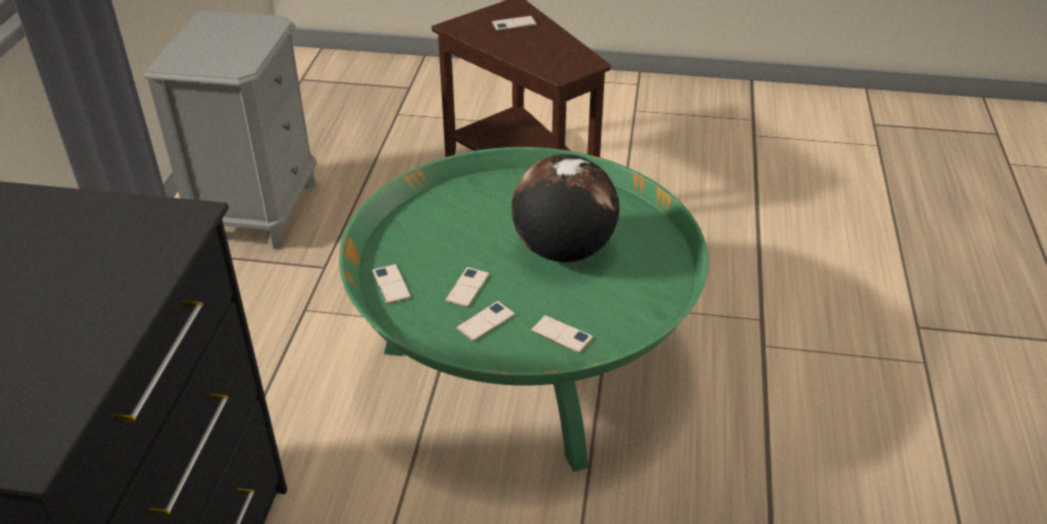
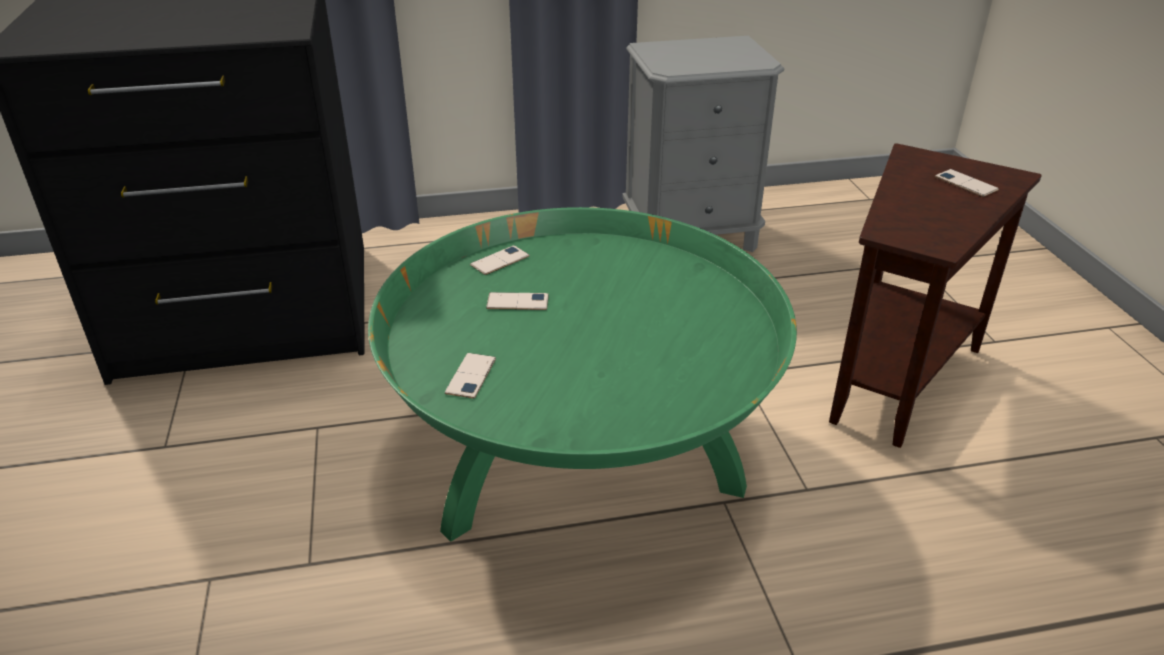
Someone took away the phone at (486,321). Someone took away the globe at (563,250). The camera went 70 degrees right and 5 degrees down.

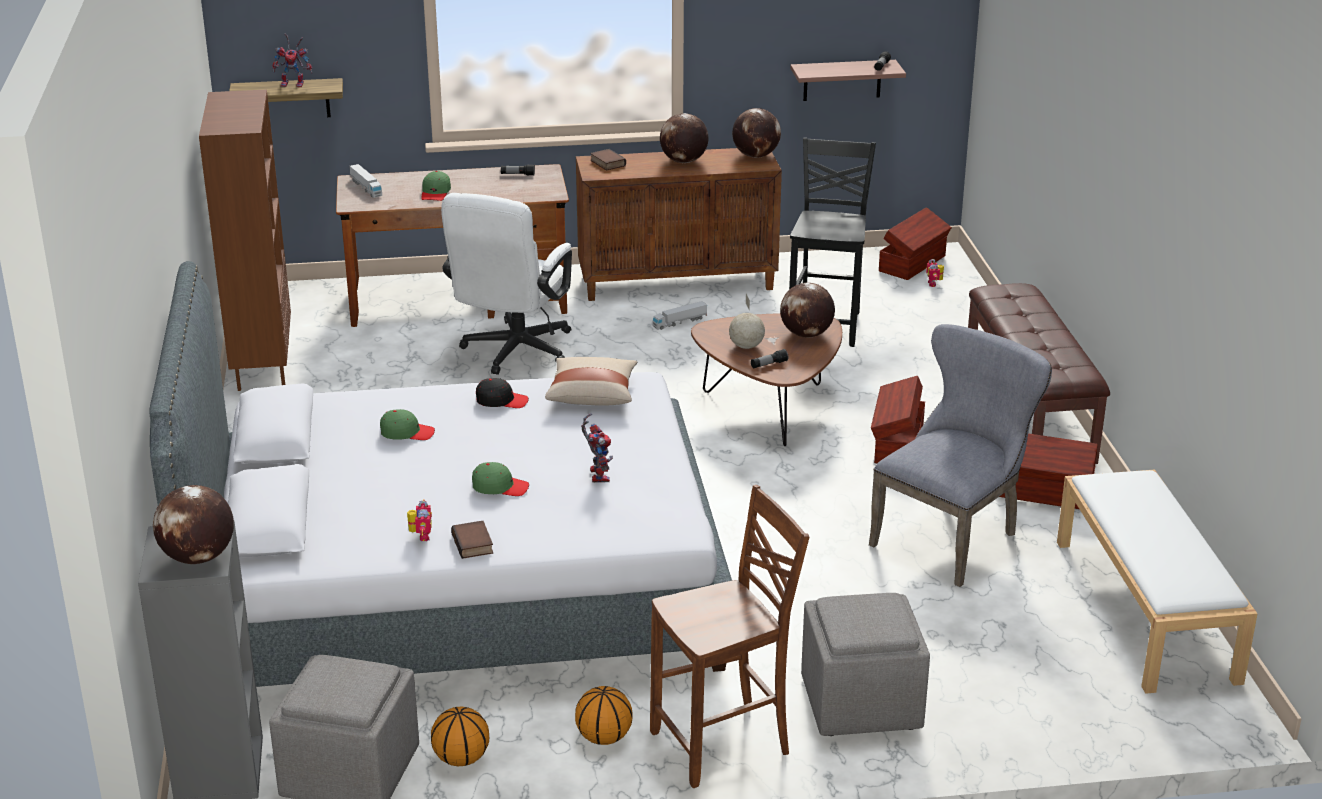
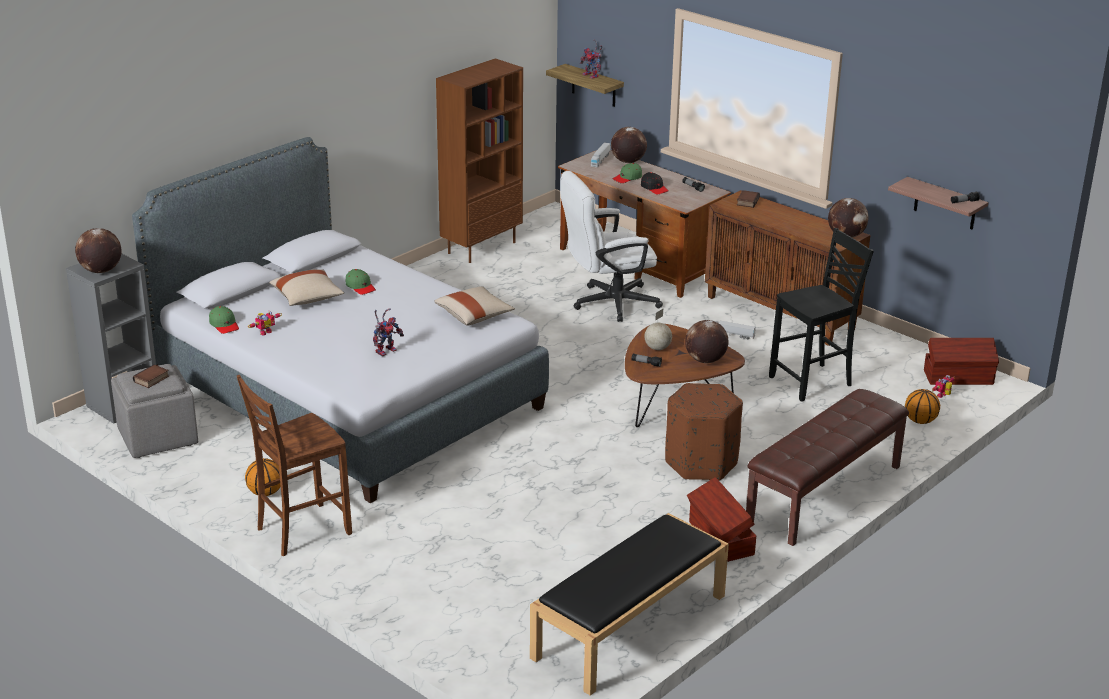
Someone took away the grey ottoman at (860,704). Someone took away the grey chair at (952,537). Someone put down the beige pillow at (307,298). Someone carried the basketball from (462,759) to (920,421). Someone carried the book from (474,544) to (151,379). Someone carried the green cap from (500,487) to (224,325). Someone carried the black cap from (501,401) to (654,188). Someone carried the globe from (683,161) to (628,162). Someone swapped the brown storage box at (897,444) for the brown ottoman at (700,463). Someone repainted the white bench at (1146,610), which became the black bench at (629,627). Someone rotated the brown chair at (724,745) by 120 degrees clockwise. The camera went 50 degrees right and 0 degrees up.

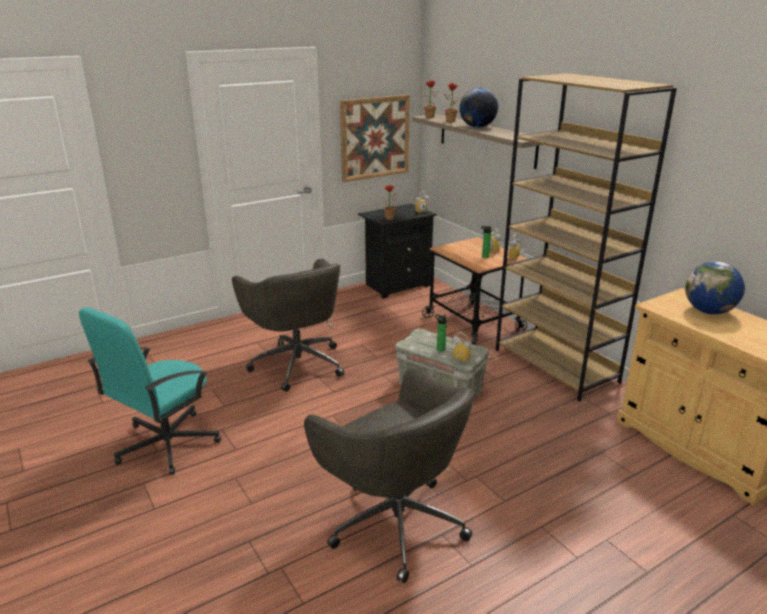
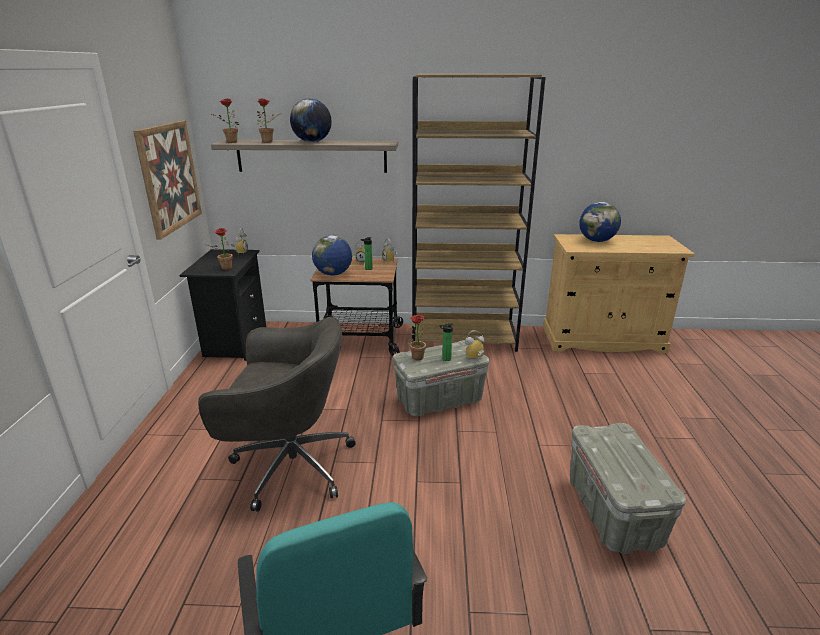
Someone put down the globe at (333,274). Someone put down the potted plant at (416,356). Someone swapped the grey office chair at (394,521) for the grey storage box at (613,512). The camera went 55 degrees left and 0 degrees up.

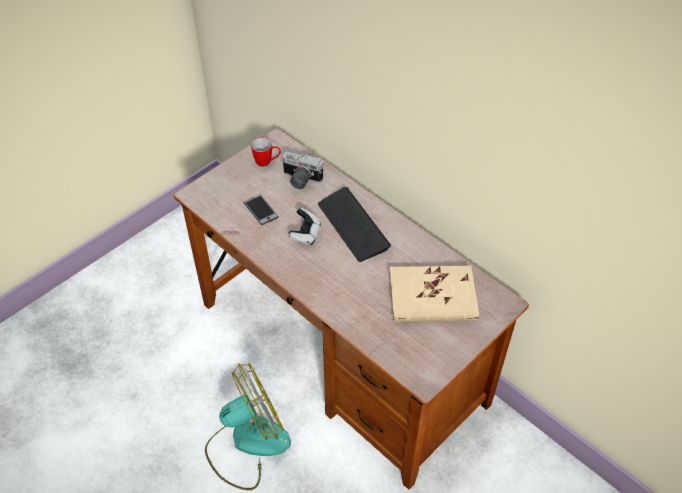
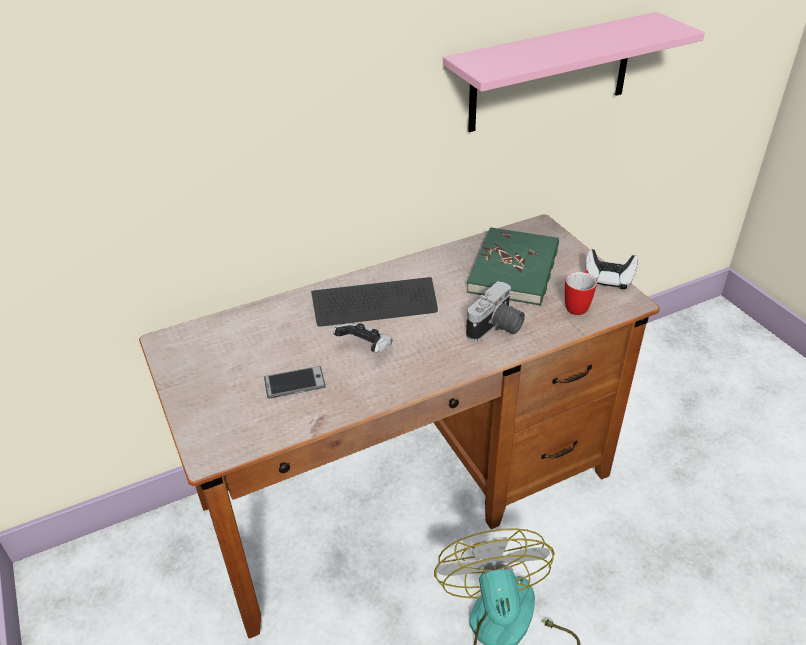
Someone put up the pink shelf at (551,73). Someone put down the game controller at (608,279). Someone carried the mug from (267,162) to (578,305). Someone carried the photo camera from (300,180) to (496,328). Someone repainted the beige book at (432,297), which became the green book at (514,270). The camera went 70 degrees left and 10 degrees down.

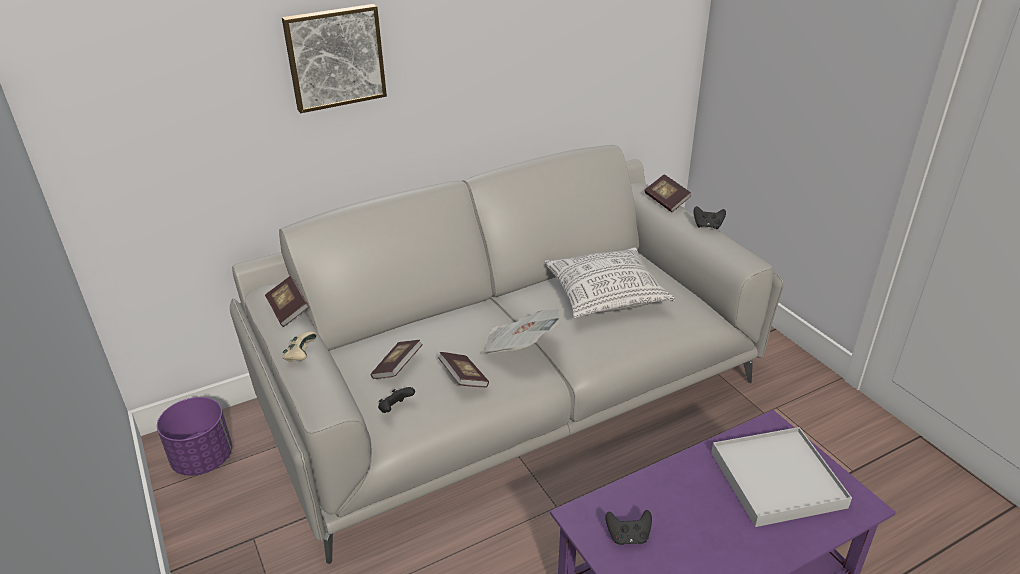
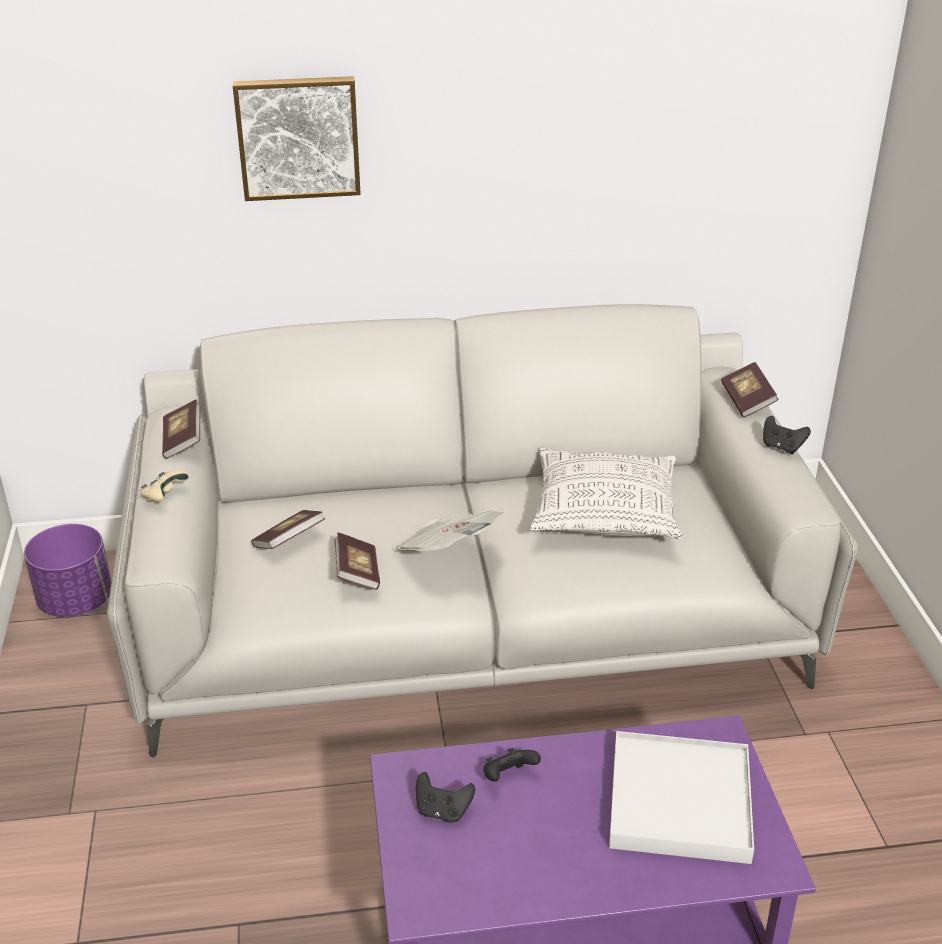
Someone carried the black game controller from (395,409) to (508,777). The camera went 20 degrees right and 0 degrees up.

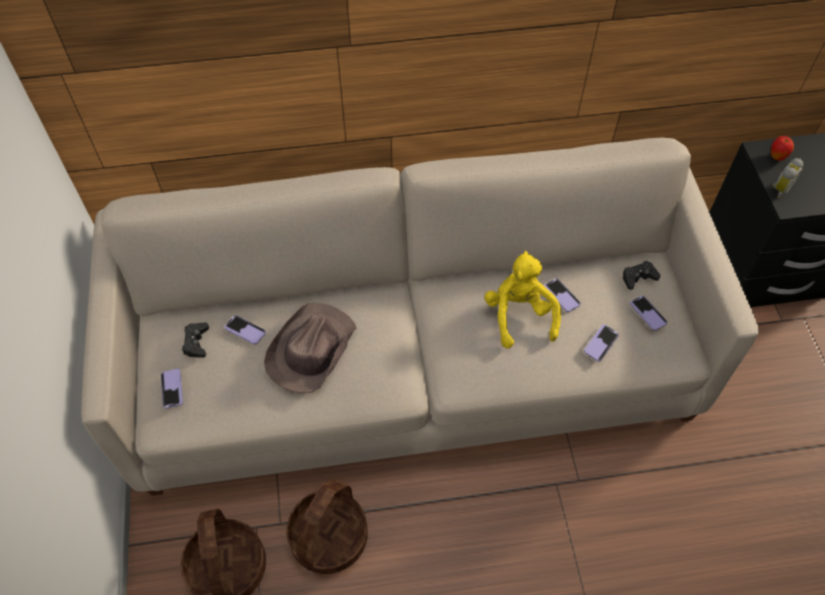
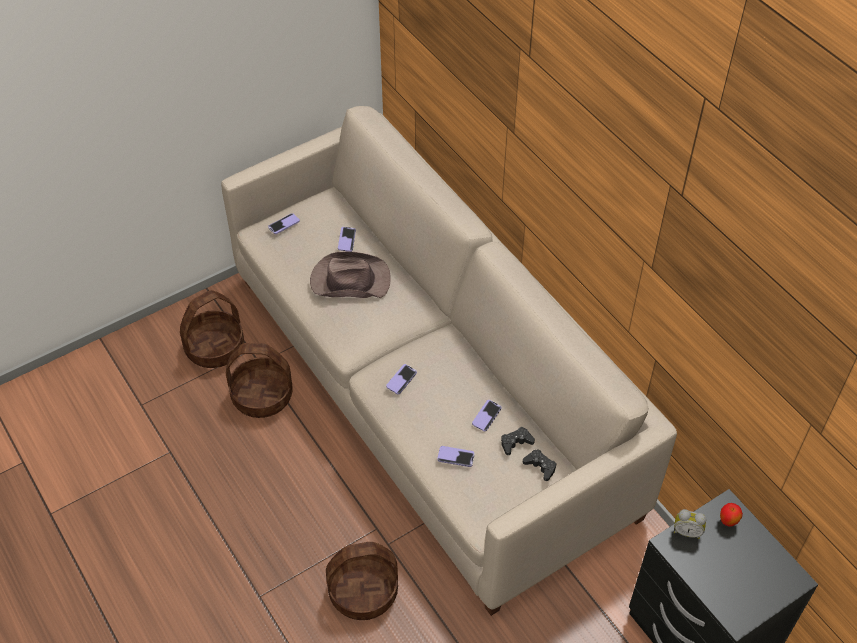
Someone took away the yellow plush toy at (519,315). Someone put down the basket at (364,591). Someone carried the black game controller from (196,342) to (516,443). Someone carried the phone from (648,313) to (401,380). The camera went 65 degrees right and 5 degrees down.

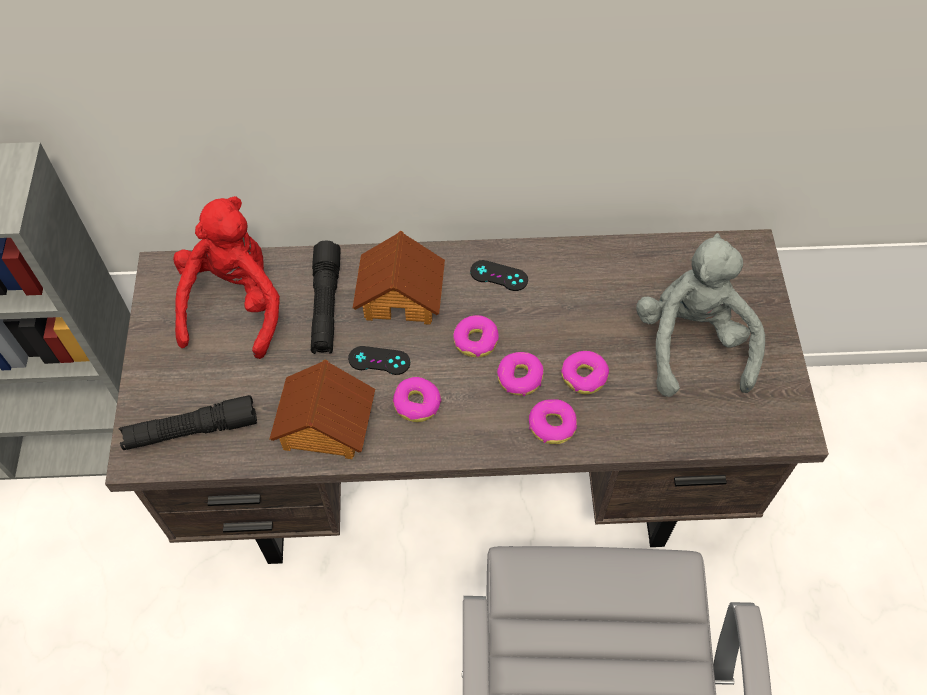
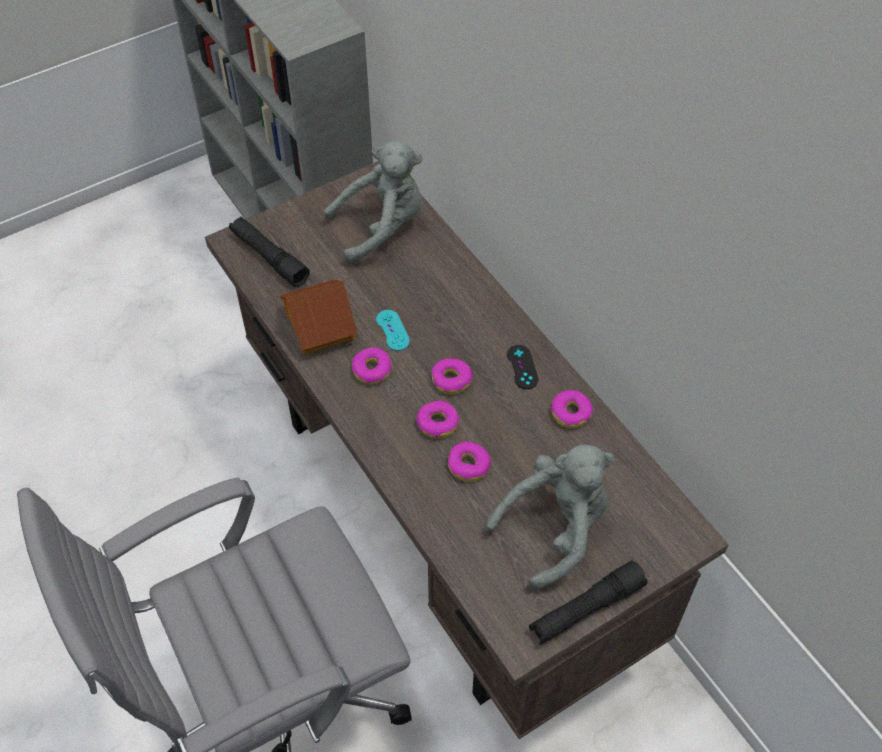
Someone took away the toy house at (401,295). Someone carried the black flashlight from (326,305) to (586,609). Someone carried the donut from (552,425) to (571,413). Someone repainted the red plush toy at (235,304), which became the grey plush toy at (382,227). Someone repainted the black game controller at (379,360), which became the turquoise game controller at (392,330). The camera went 60 degrees right and 5 degrees down.

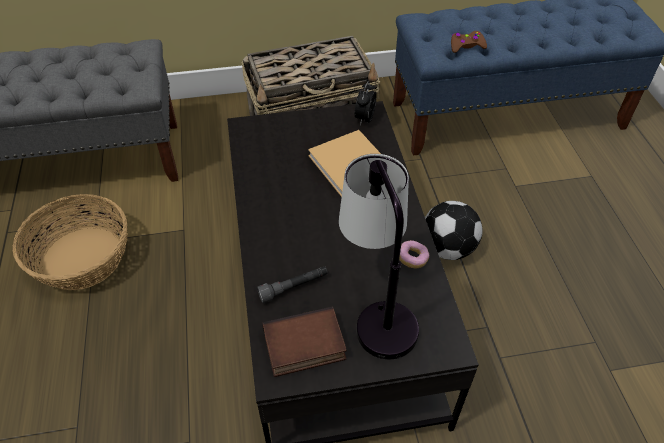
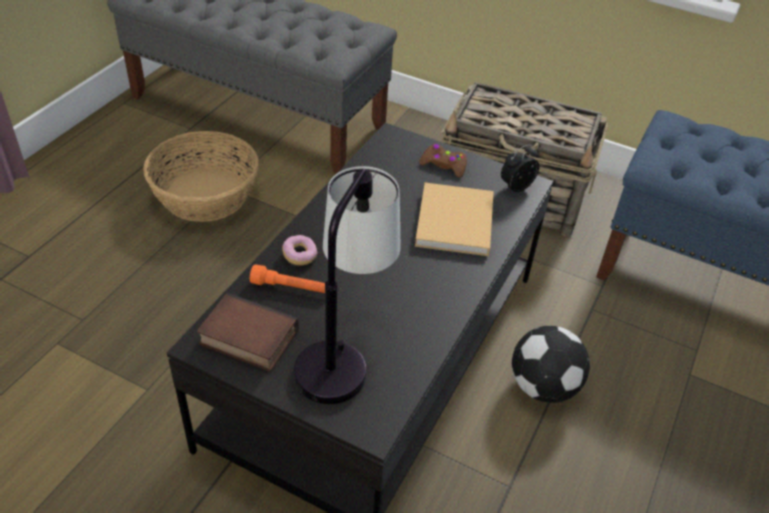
Someone carried the donut from (412,259) to (300,256). Someone carried the brown game controller from (466,46) to (444,165). Someone repainted the grey flashlight at (294,287), which became the orange flashlight at (290,288). The camera went 35 degrees right and 5 degrees down.

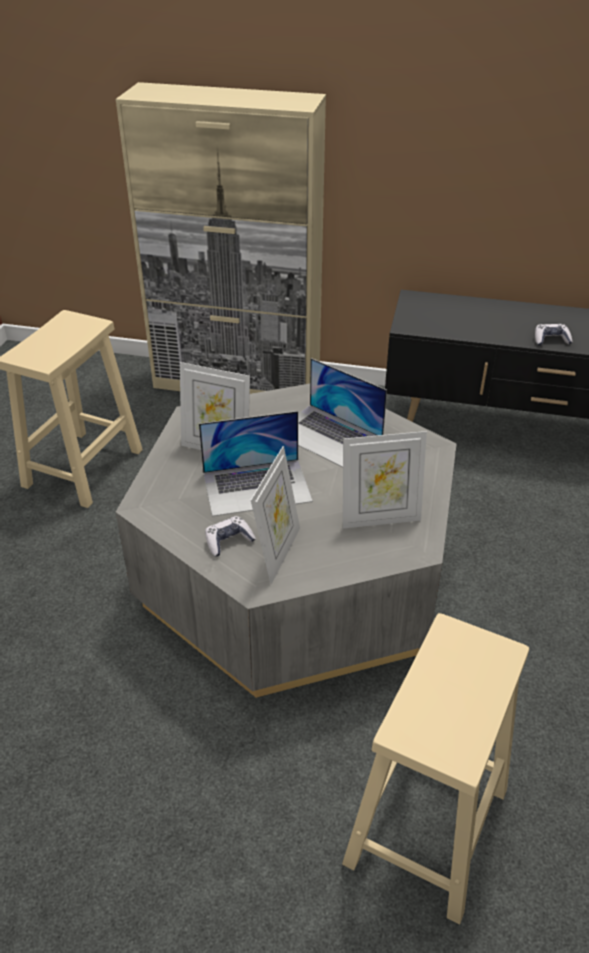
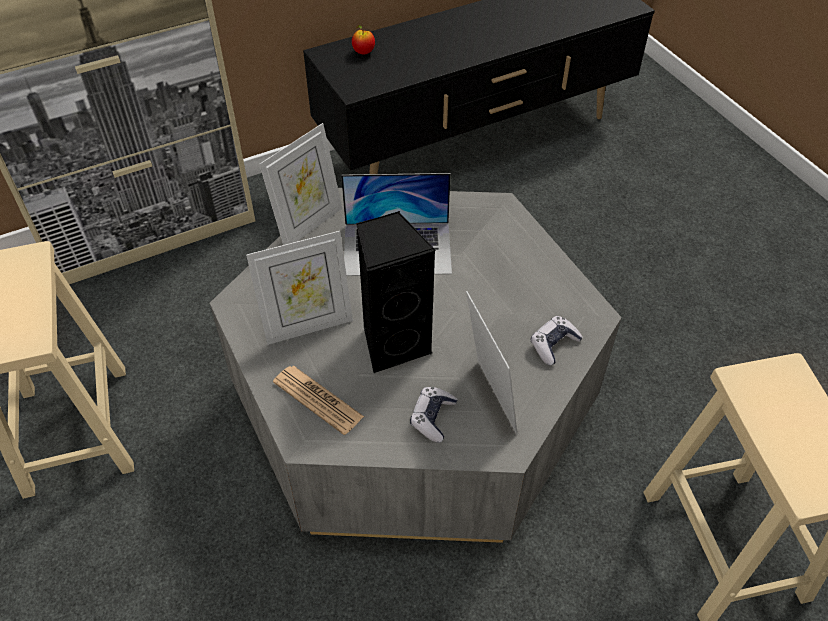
Someone put down the newspaper at (318,400). Someone put down the apple at (363,52). Someone carried the picture frame from (380,518) to (308,224). Someone carried the game controller from (551,340) to (553,344). Someone swapped the laptop at (257,486) for the black speaker at (393,343). The camera went 40 degrees left and 10 degrees up.

